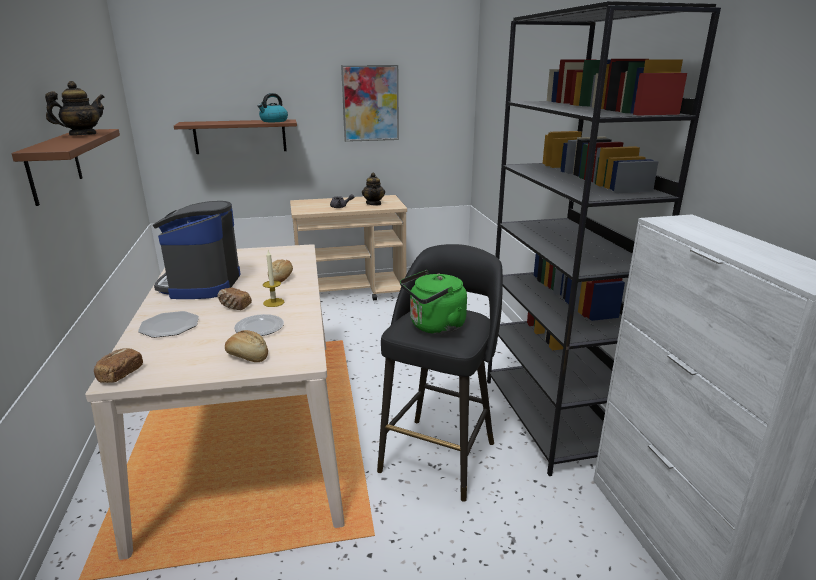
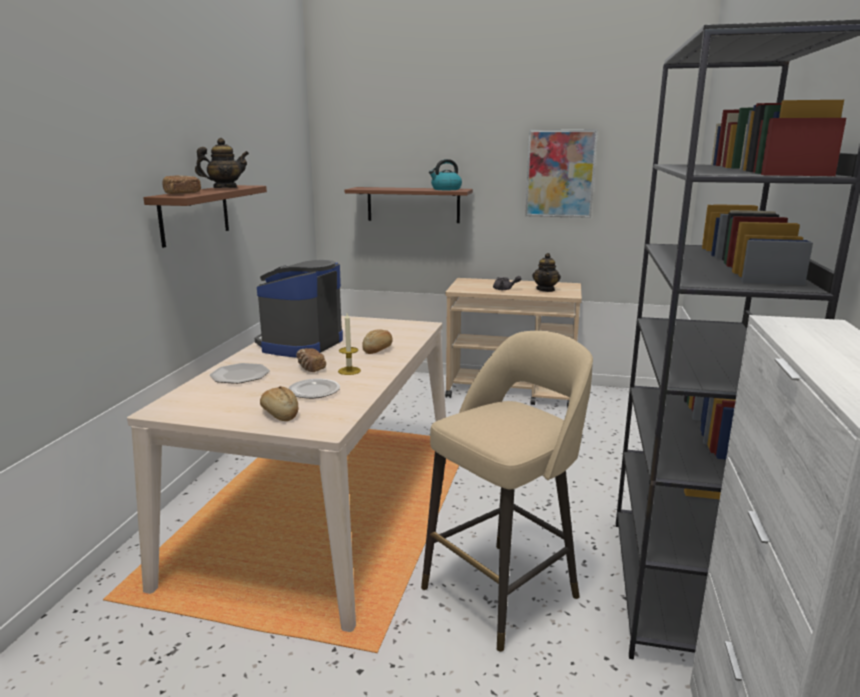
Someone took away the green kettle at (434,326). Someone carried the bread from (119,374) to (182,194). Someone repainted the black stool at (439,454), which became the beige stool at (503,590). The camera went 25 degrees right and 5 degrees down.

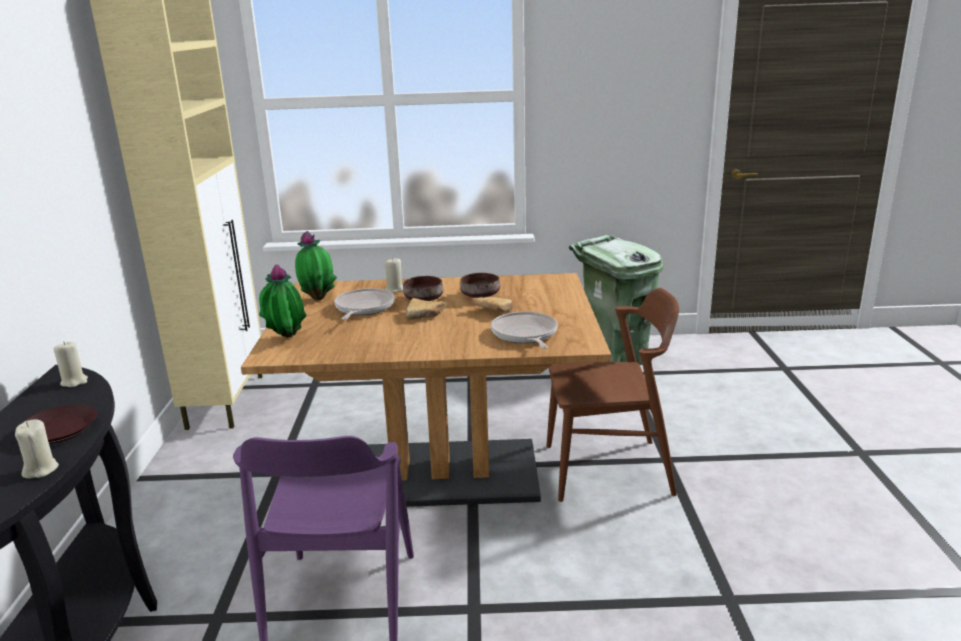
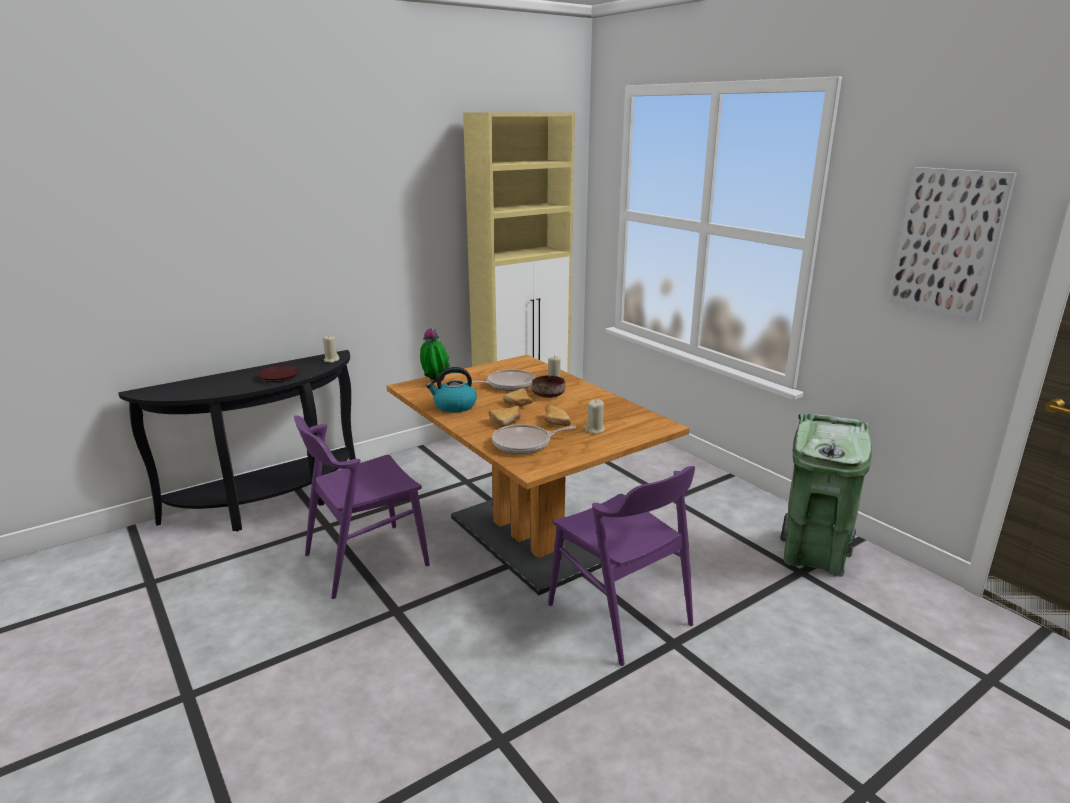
Someone took away the potted plant at (318,298). Someone took away the brown bowl at (480,295). Someone put down the kettle at (454,406). Someone put down the bread at (508,421). Someone put up the picture at (948,242). Someone carried the beige candle from (41,470) to (595,430). Someone repainted the brown chair at (608,469), which became the purple chair at (619,614). Someone rotated the frying pan at (525,335) by 150 degrees counterclockwise. The camera went 55 degrees right and 0 degrees up.

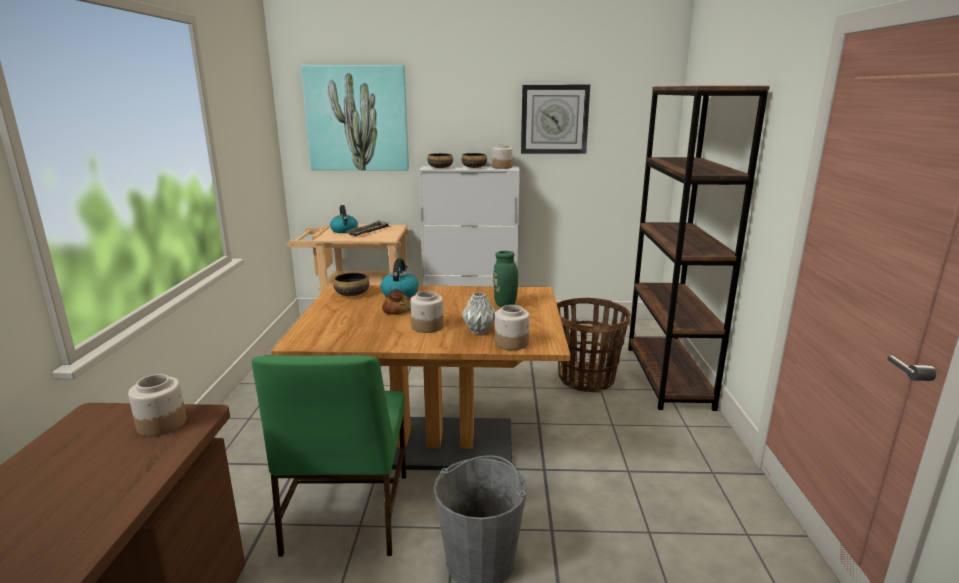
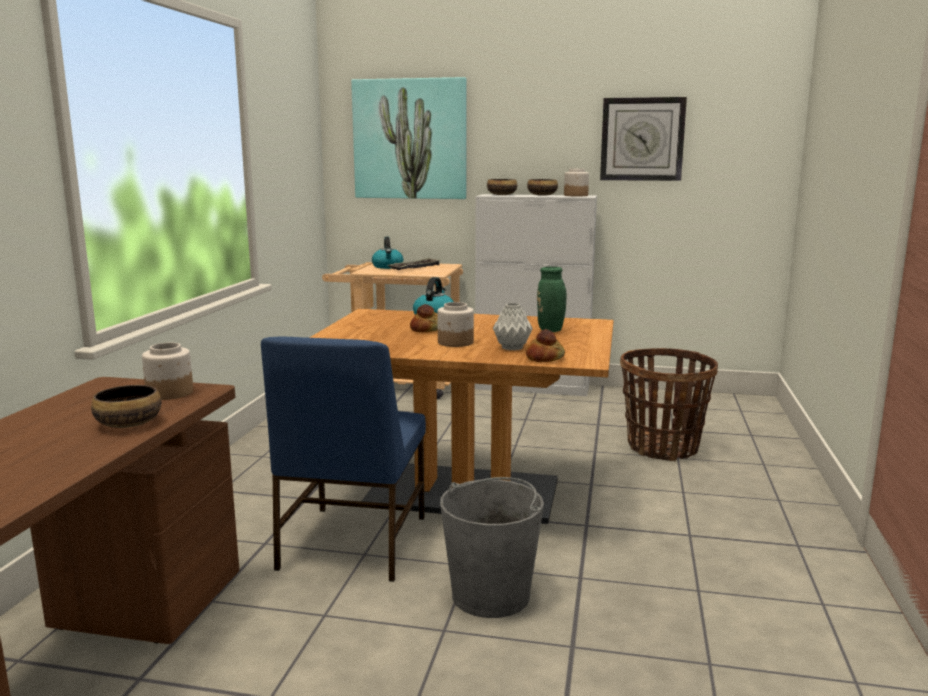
Someone took away the brown bookcase at (668,377). Someone carried the bowl from (352,294) to (128,424). Someone swapped the jar at (512,343) for the bread at (545,358). Someone repainted the green chair at (346,514), which became the blue chair at (351,543). The camera went 10 degrees right and 5 degrees down.

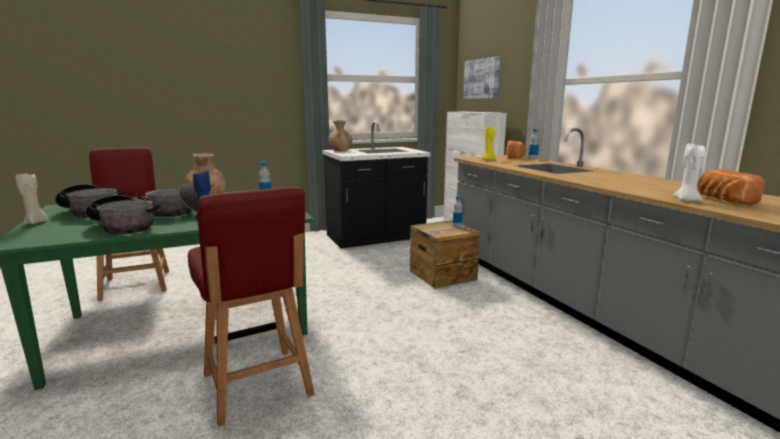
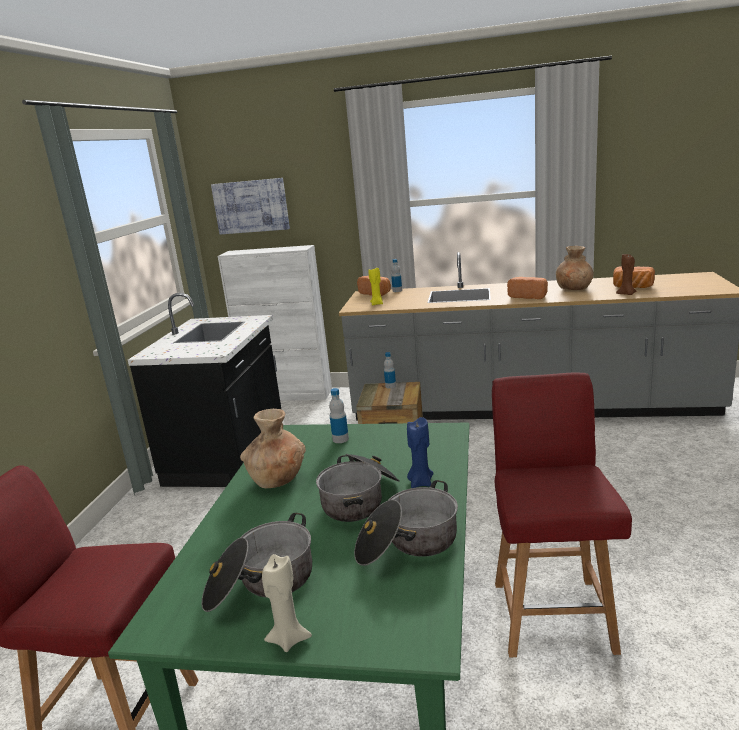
Someone put down the bread at (529,296). Someone carried the brown vase from (340,150) to (574,288). Someone repainted the white candle at (686,200), which became the brown candle at (626,294). Someone rotated the red chair at (257,386) by 90 degrees counterclockwise. The camera went 55 degrees left and 5 degrees up.

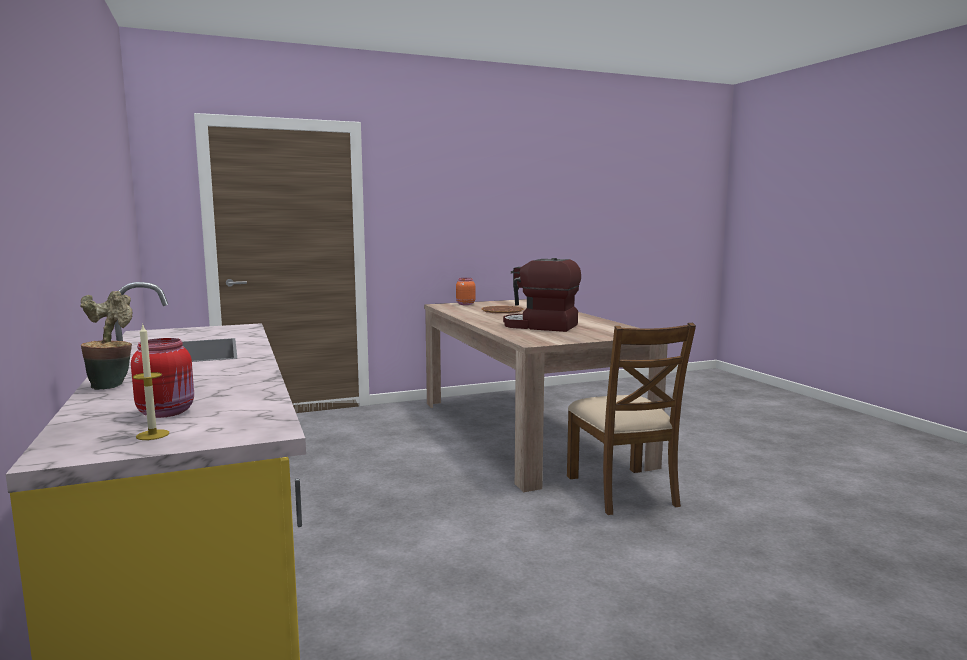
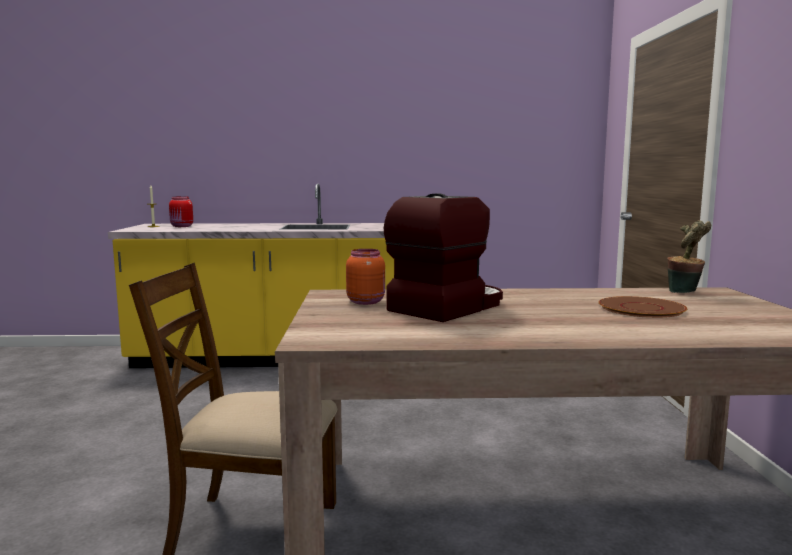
Someone carried the potted plant from (112,385) to (685,292). Someone carried the orange jar from (465,304) to (366,301). The camera went 110 degrees right and 0 degrees up.

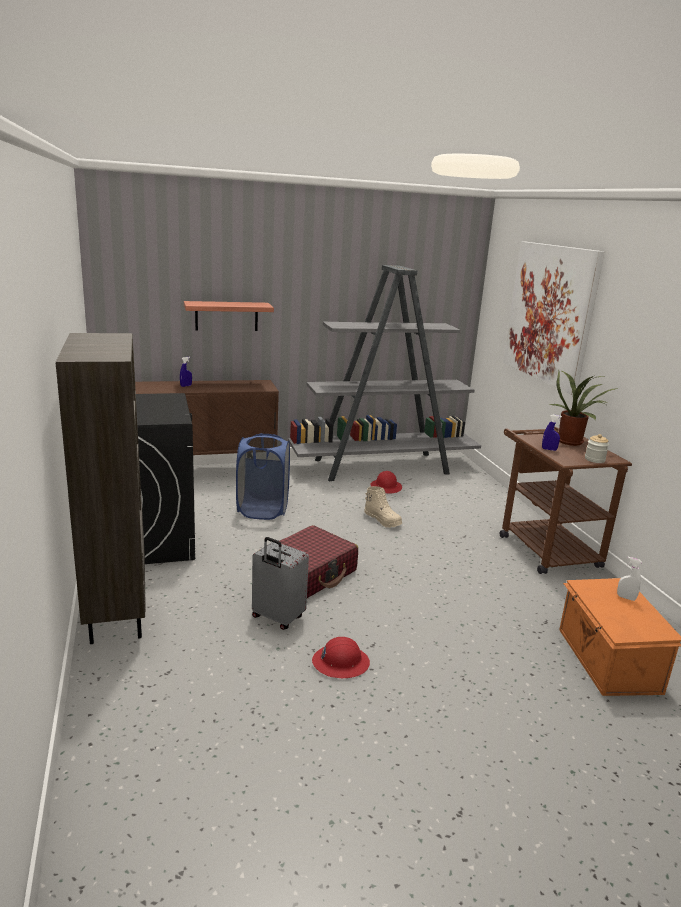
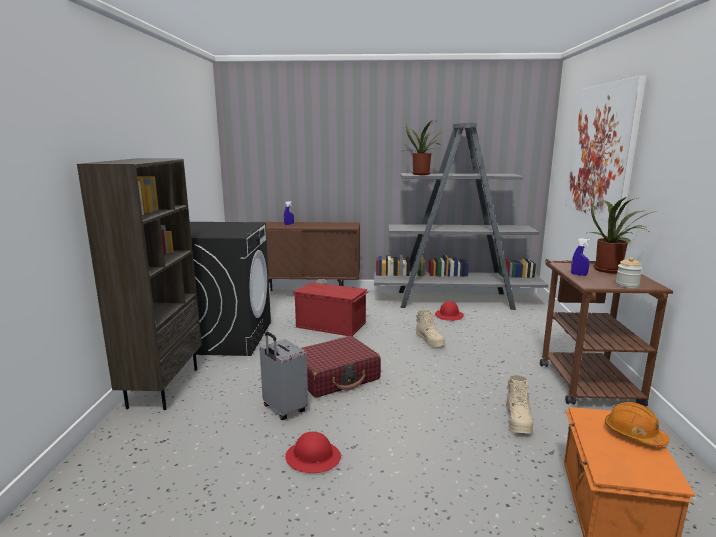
Someone took away the shelf at (226,316). Someone put down the potted plant at (422,174). Someone put down the beige boot at (518,421). Someone swapped the blue laundry basket at (262,510) for the red storage box at (331,324). Someone swapped the white spray bottle at (626,598) for the orange hard hat at (633,434). The camera went 20 degrees right and 5 degrees down.

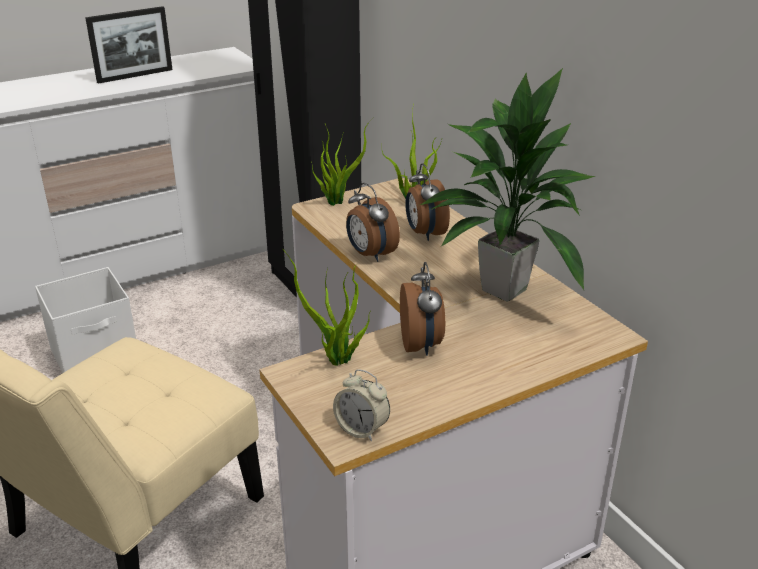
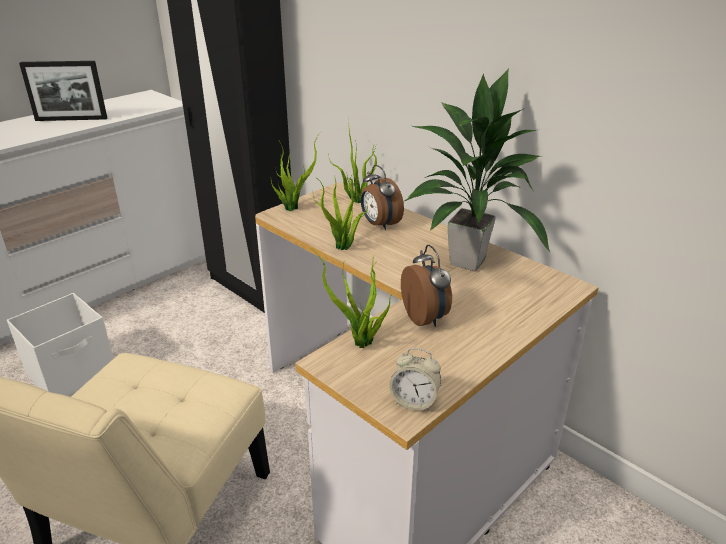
Someone swapped the alarm clock at (370,254) for the potted plant at (343,248). Someone rotated the picture frame at (135,76) by 45 degrees clockwise. The camera went 15 degrees left and 0 degrees up.

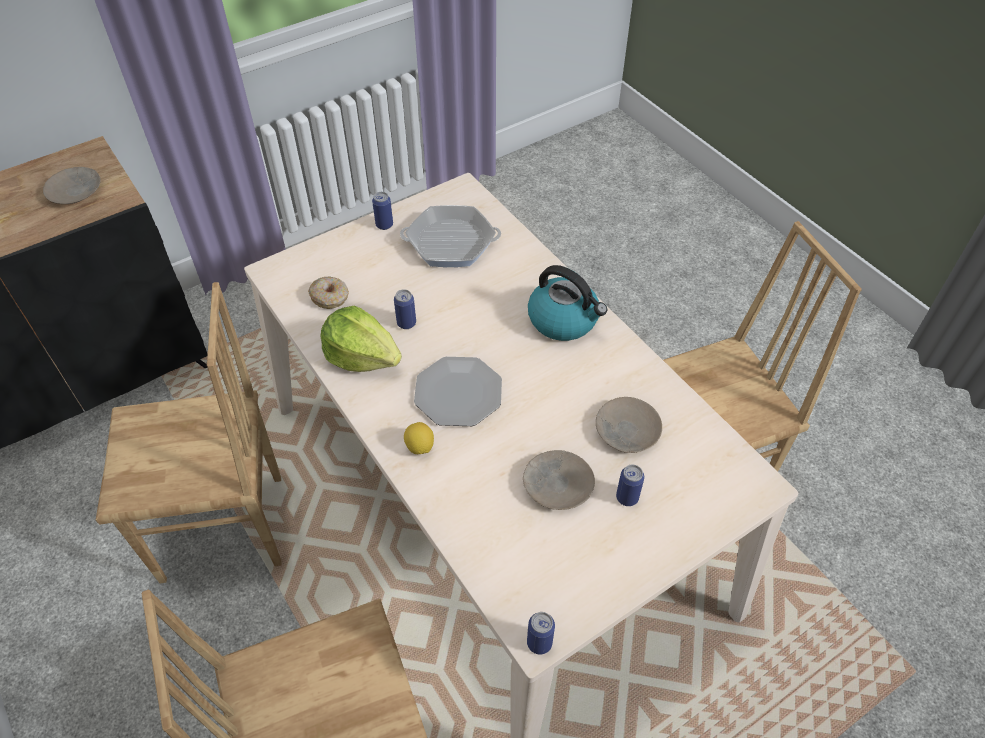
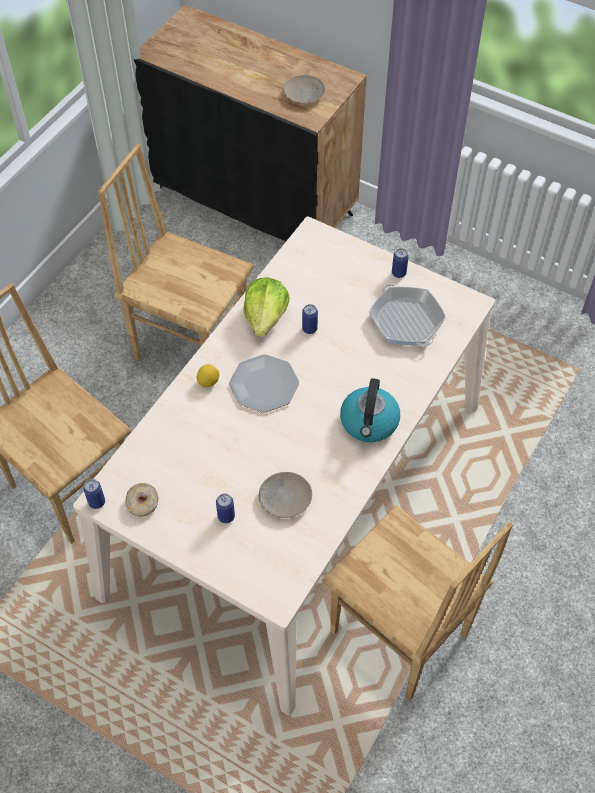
Someone took away the beige plate at (557,484). Someone carried the donut from (330,297) to (143,503). Someone rotated the brown chair at (224,530) by 150 degrees clockwise. The camera went 65 degrees right and 5 degrees up.

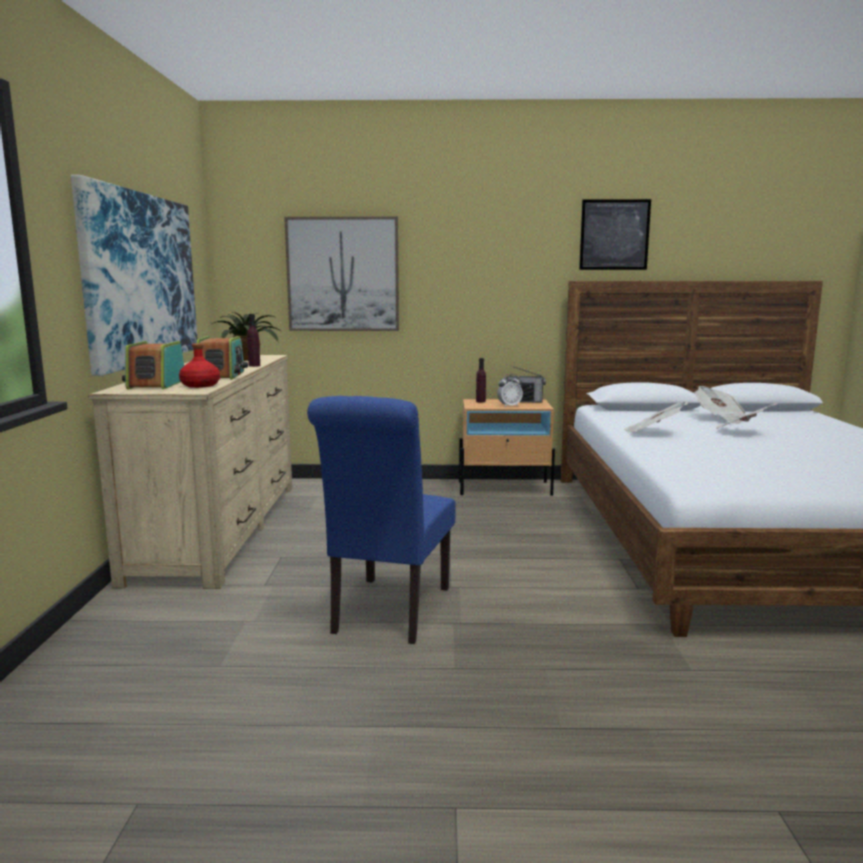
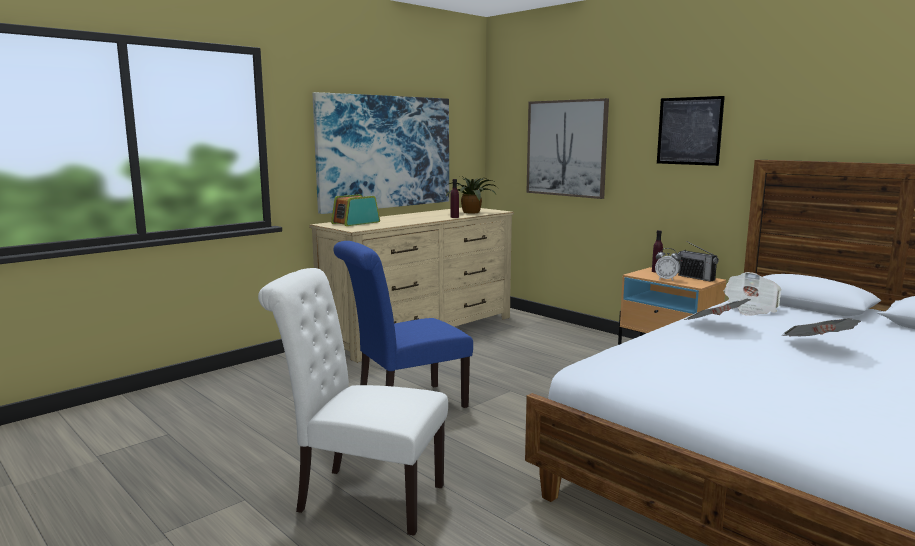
Someone took away the red bottle at (200,385). Someone took away the radio at (222,375). Someone put down the white chair at (362,497). Someone carried the picture from (614,235) to (689,131). Someone carried the newspaper from (720,419) to (750,309). The camera went 45 degrees right and 0 degrees up.

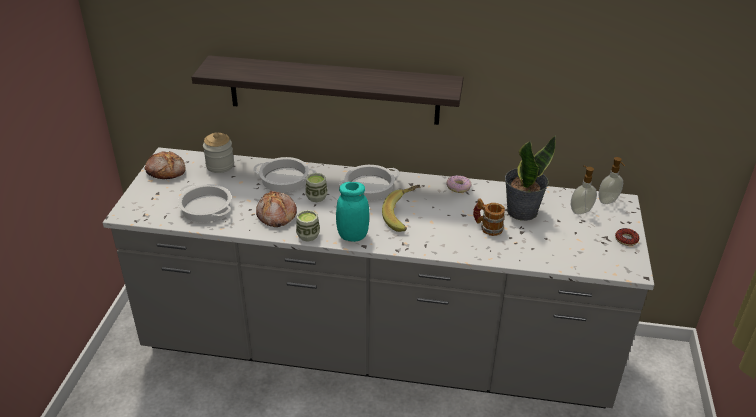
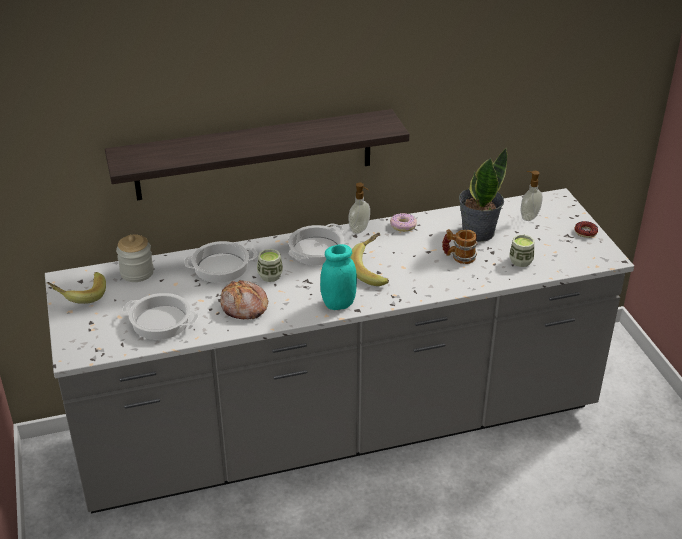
Someone carried the cup from (308,235) to (520,261). Someone carried the soap dispenser from (608,201) to (360,230). Someone swapped the bread at (166,171) for the banana at (79,296). The camera went 25 degrees left and 0 degrees up.

